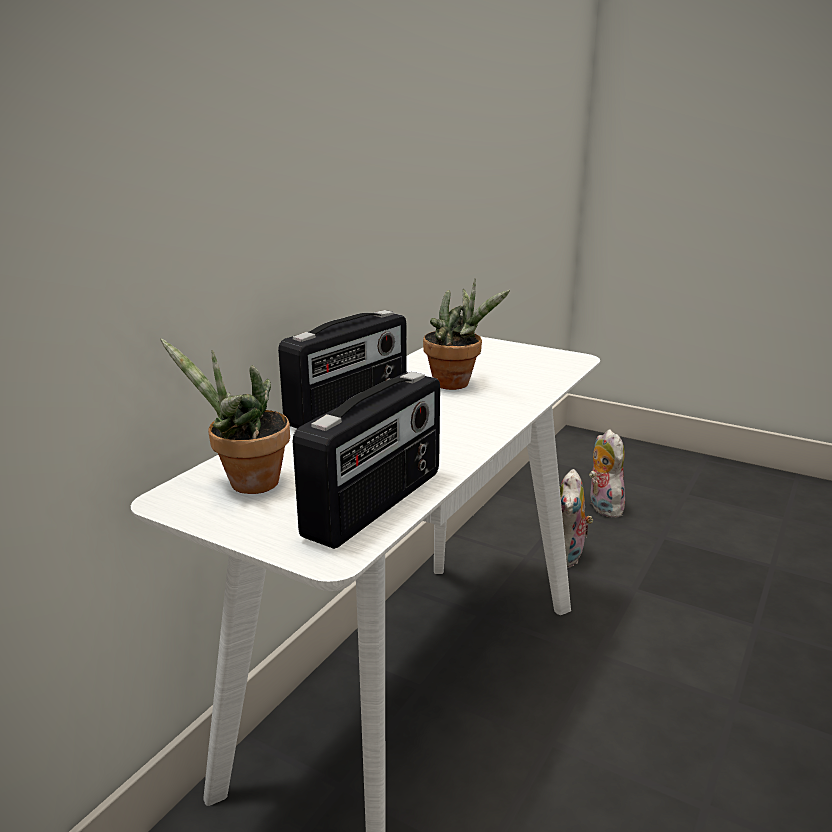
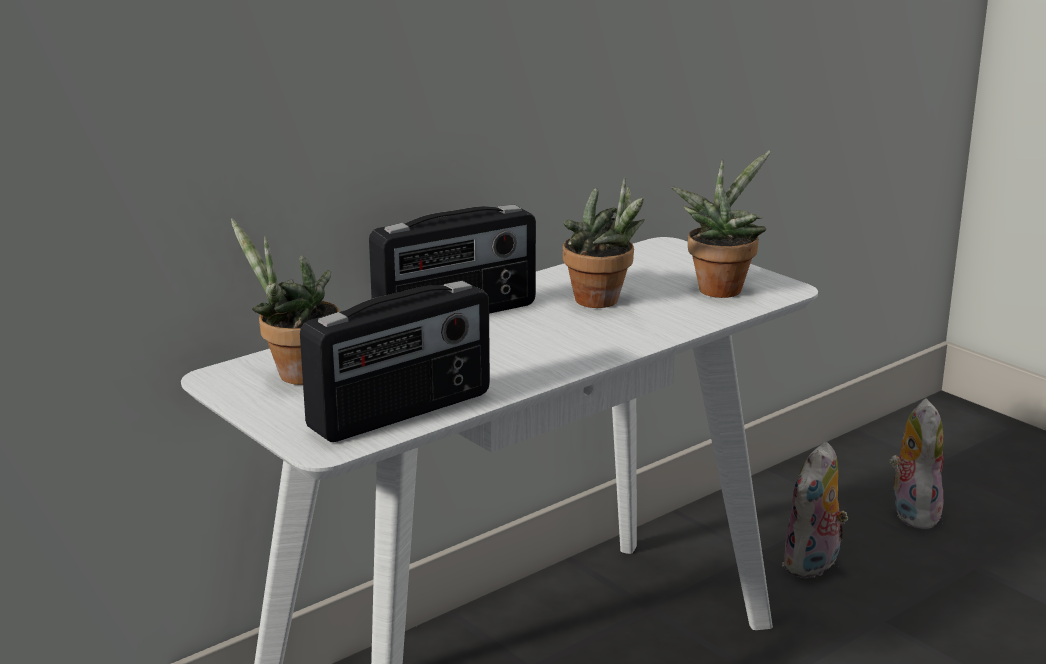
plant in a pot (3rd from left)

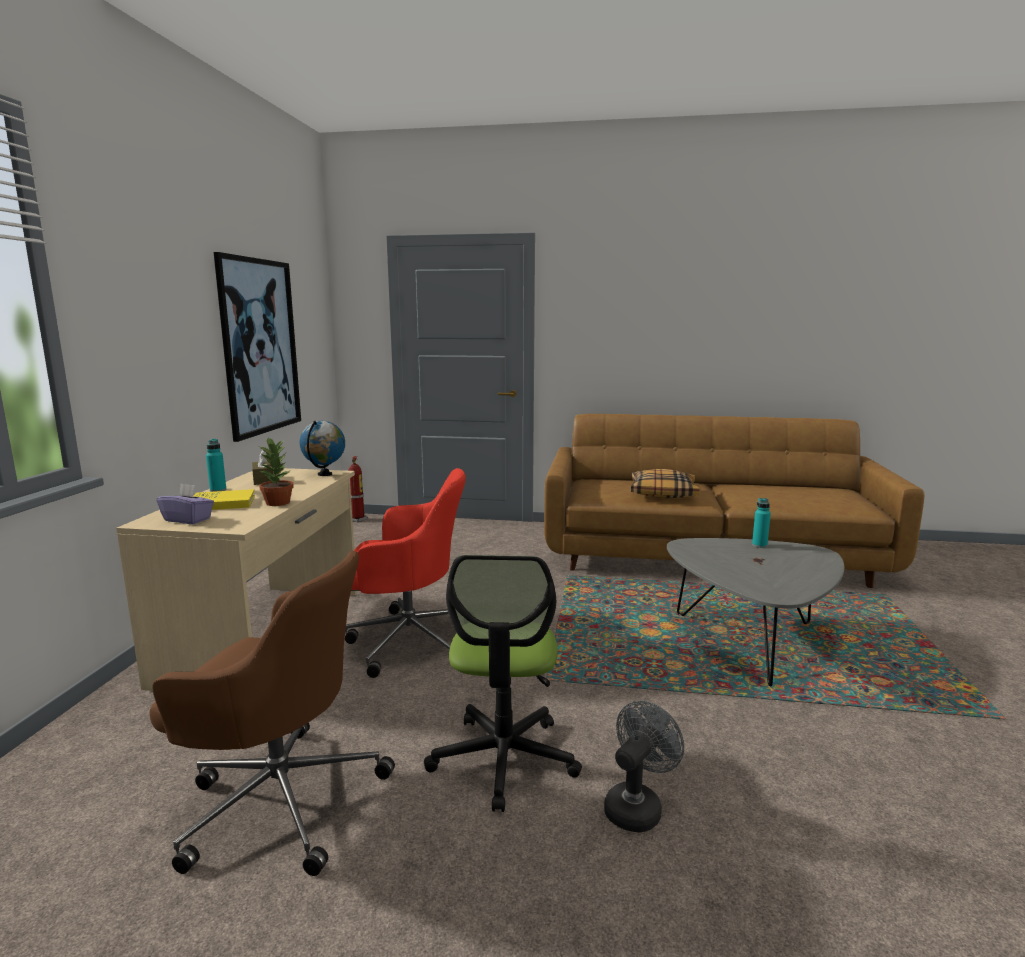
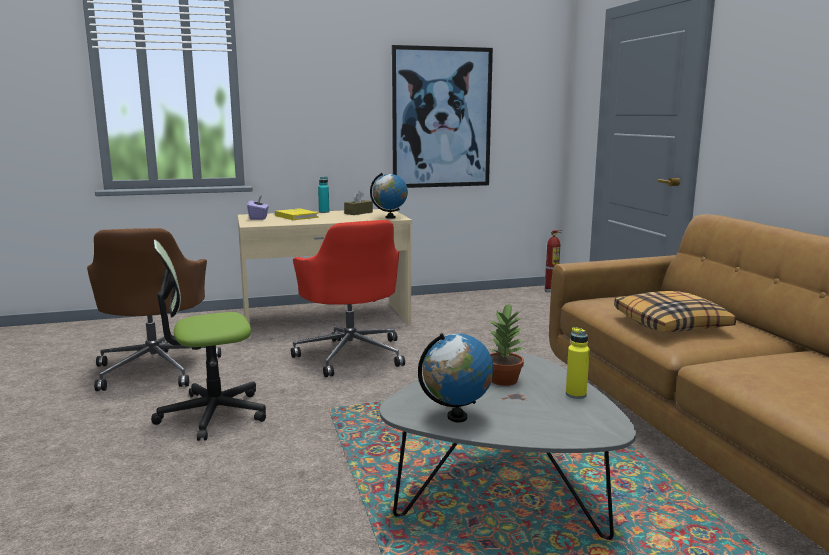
plant in a pot
drink bottle (yellow)
cooling fan (grey)
globe (2nd from left)

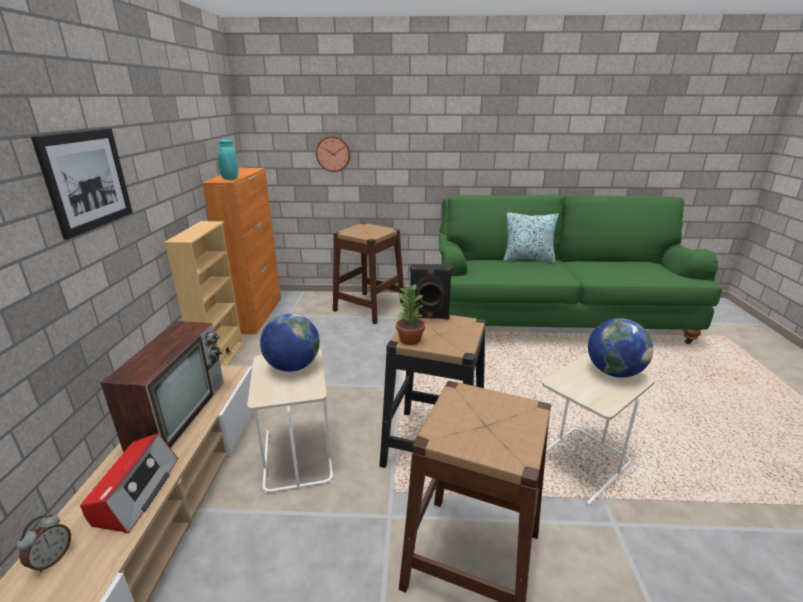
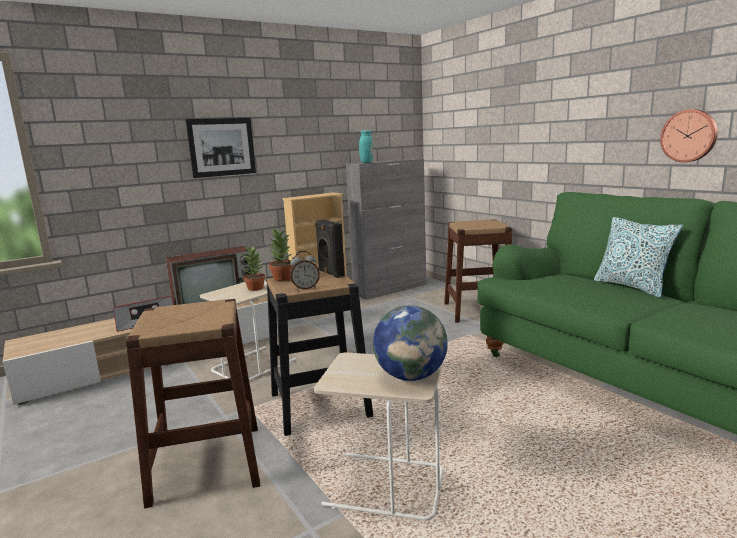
wall clock
cabinet (grey)
plant in a pot (1st from left)
bedside clock

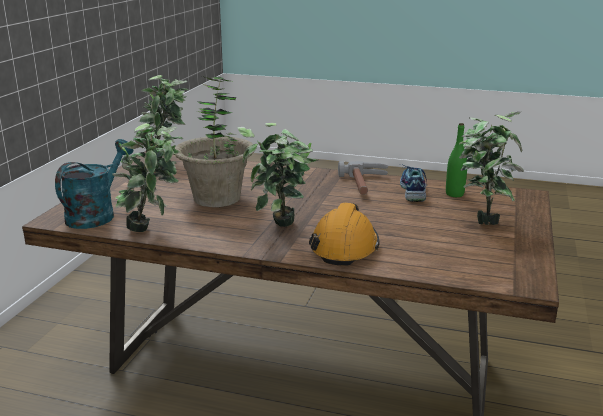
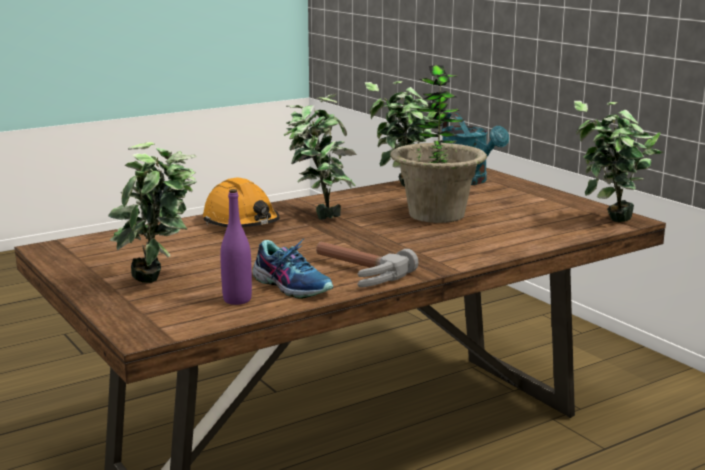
drink bottle (purplish)

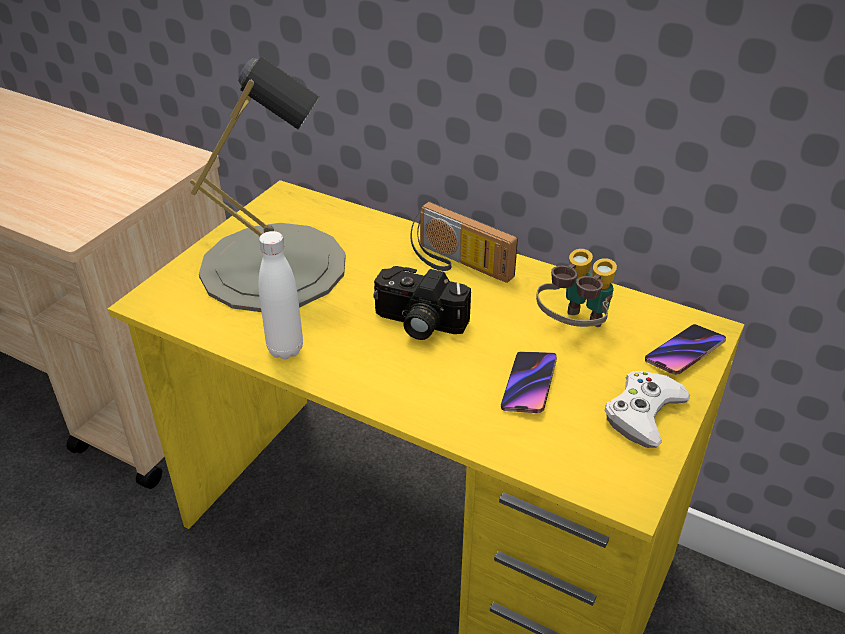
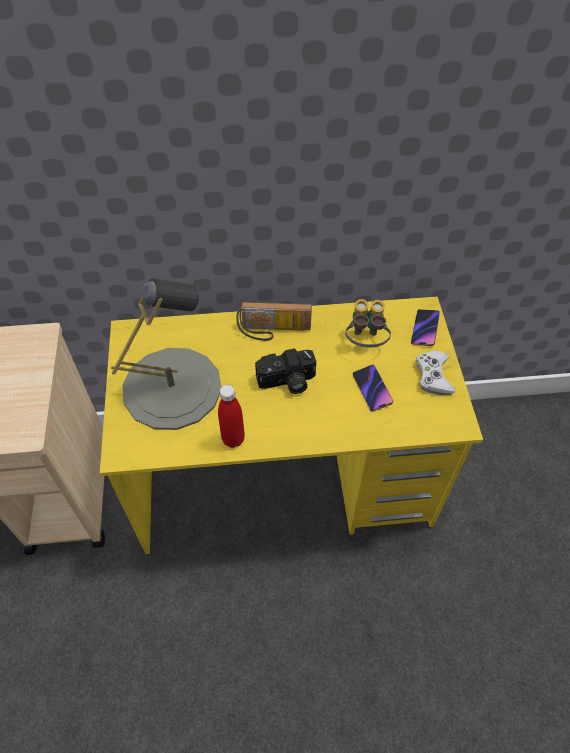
drink bottle (red)

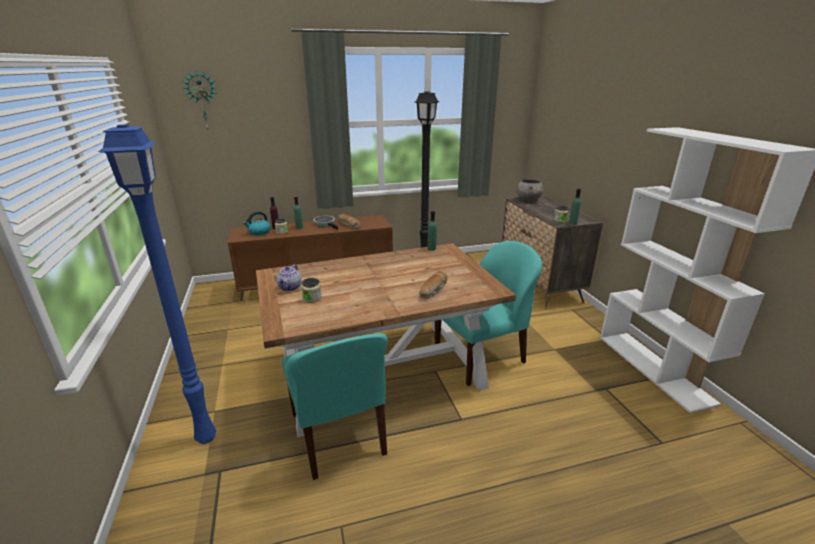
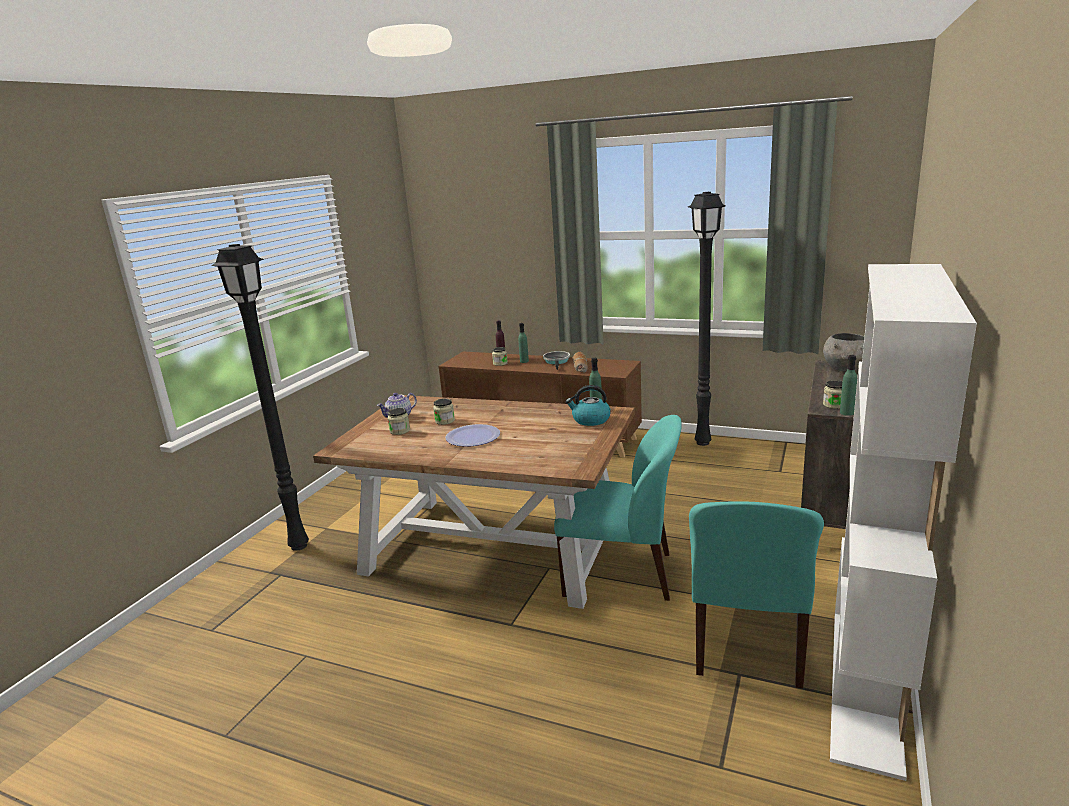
wall clock
standing lamp (black-coloured) (1st from left)
kettle
bread (2nd from left in the first image)
upright chair (turquoise-coloured) (2nd from left)
preserve jar (2nd from left)
dinner plate

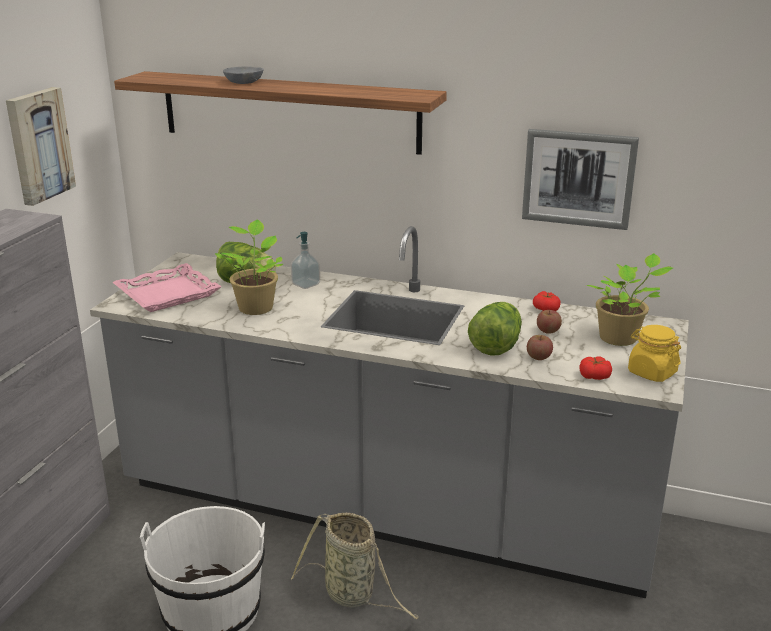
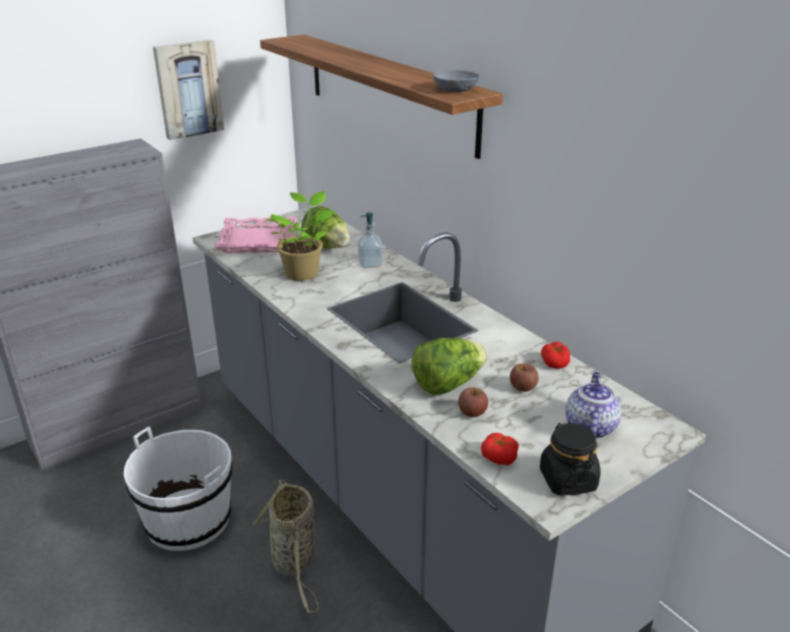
serving bowl (grey)
wall art (2nd from left in the first image)
tea pot
preserve jar (black-coloured)

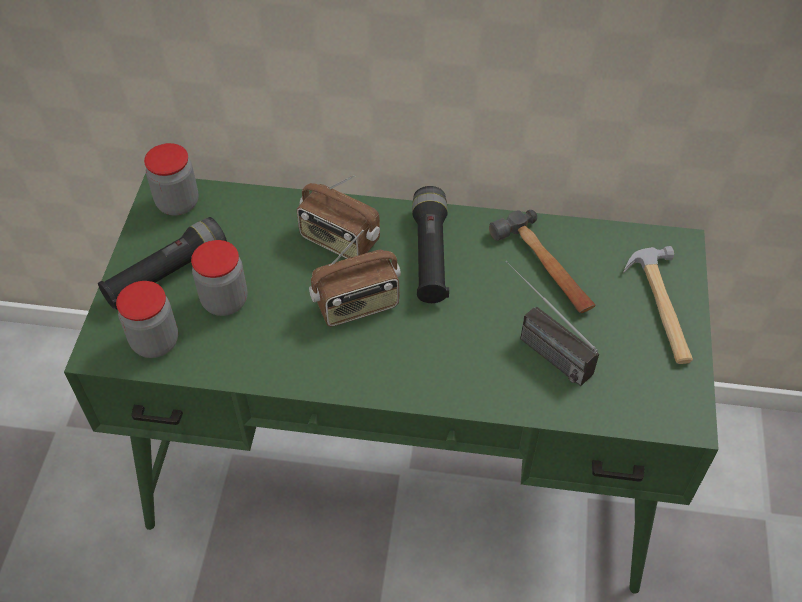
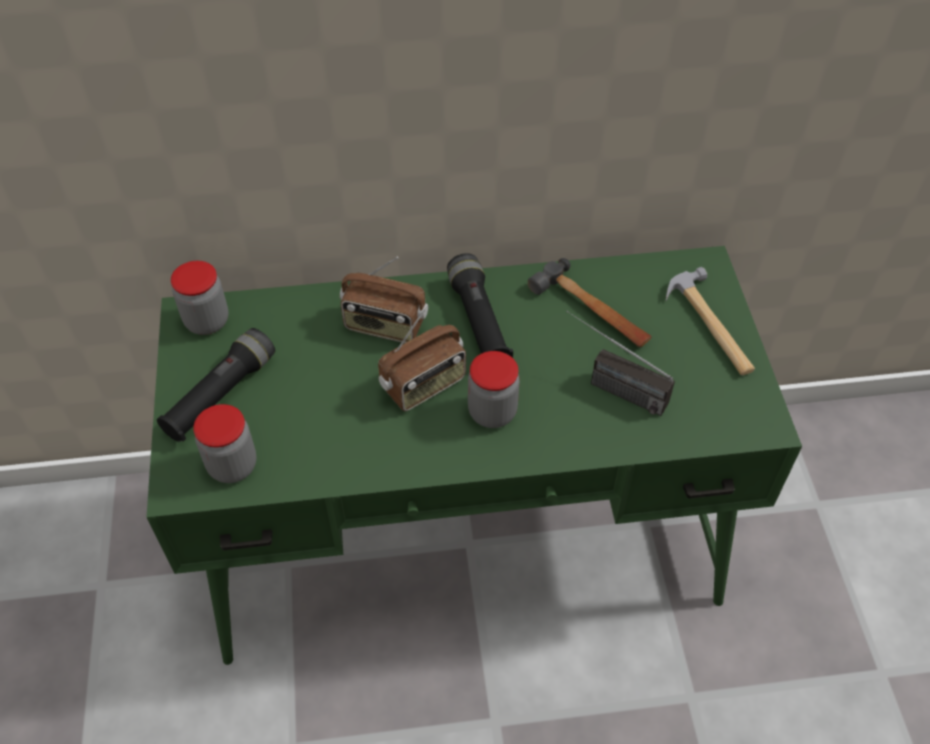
preserve jar (3rd from left)

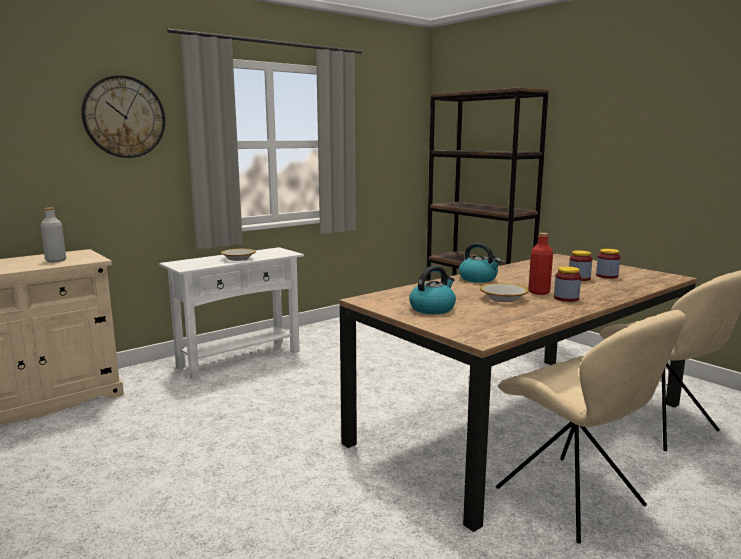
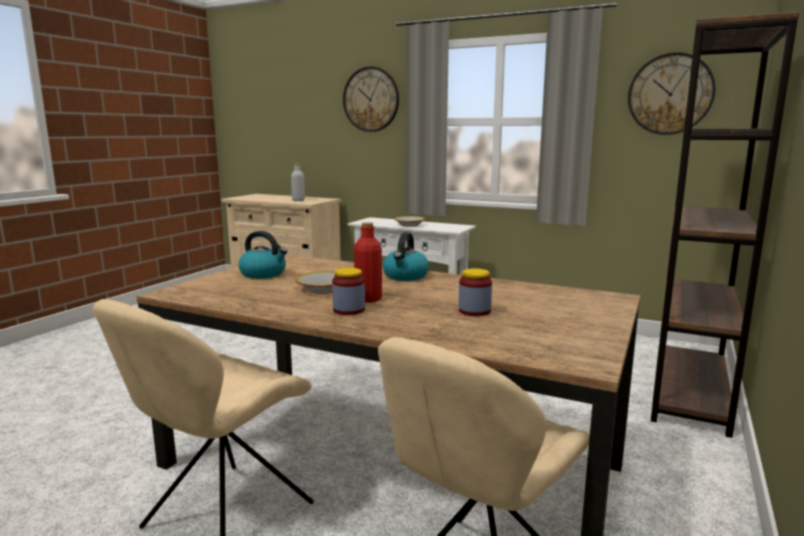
preserve jar (3rd from left in the first image)
wall clock (2nd from left)

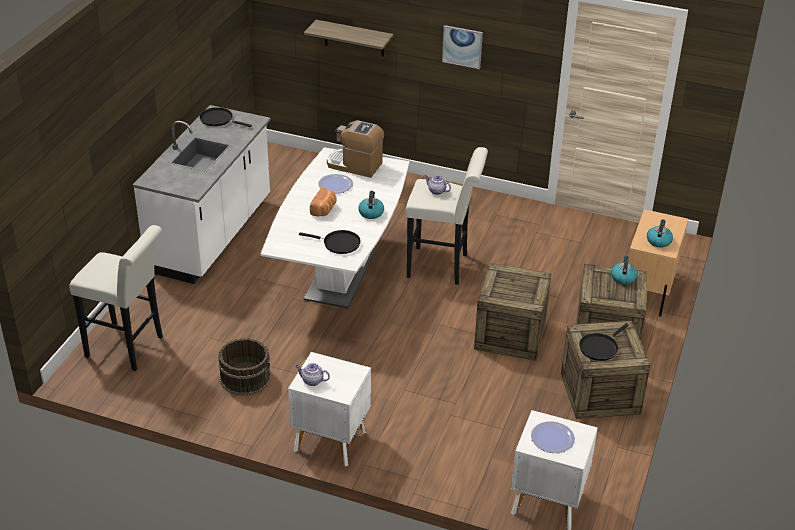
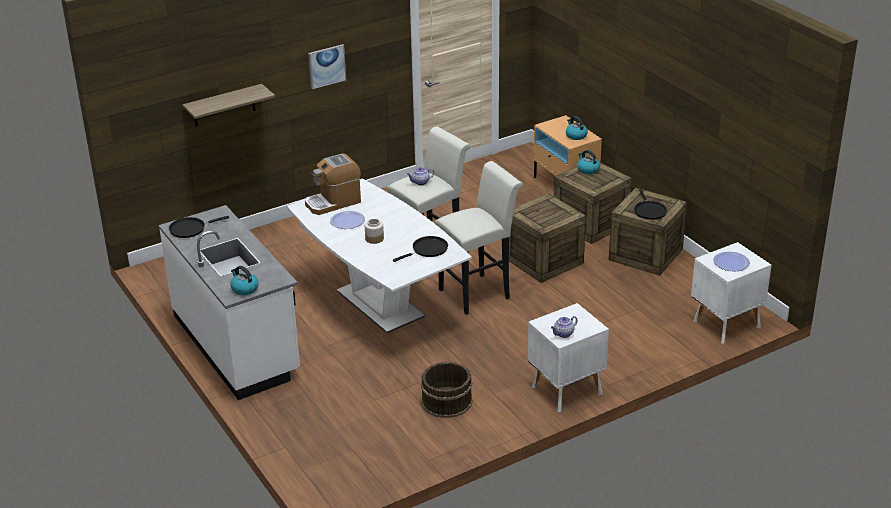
preserve jar
kettle (1st from left)
stool (white) (2nd from left)

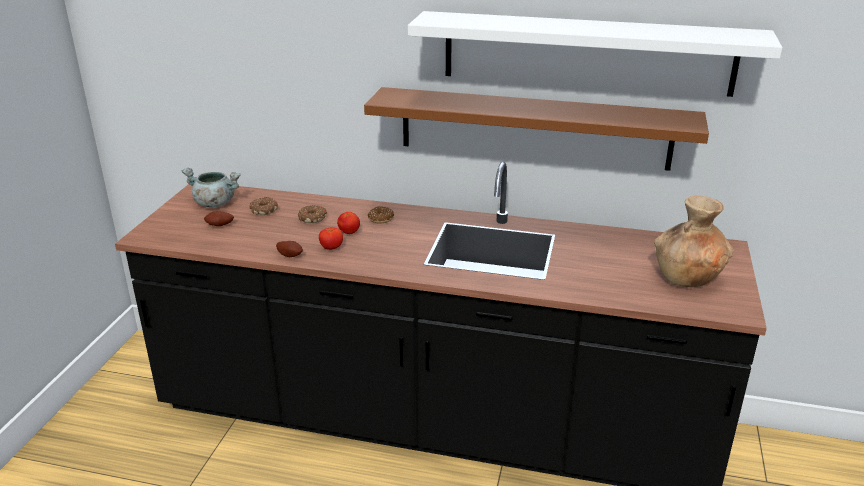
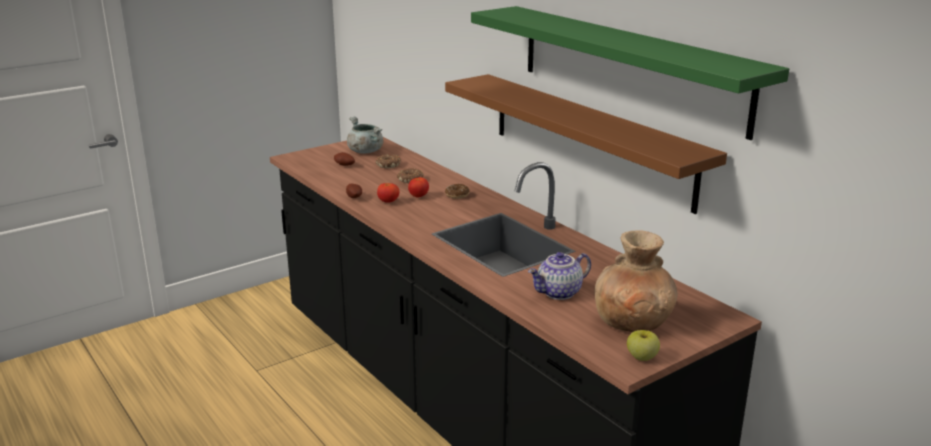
wall shelf (greenish)
tea pot
apple fruit

